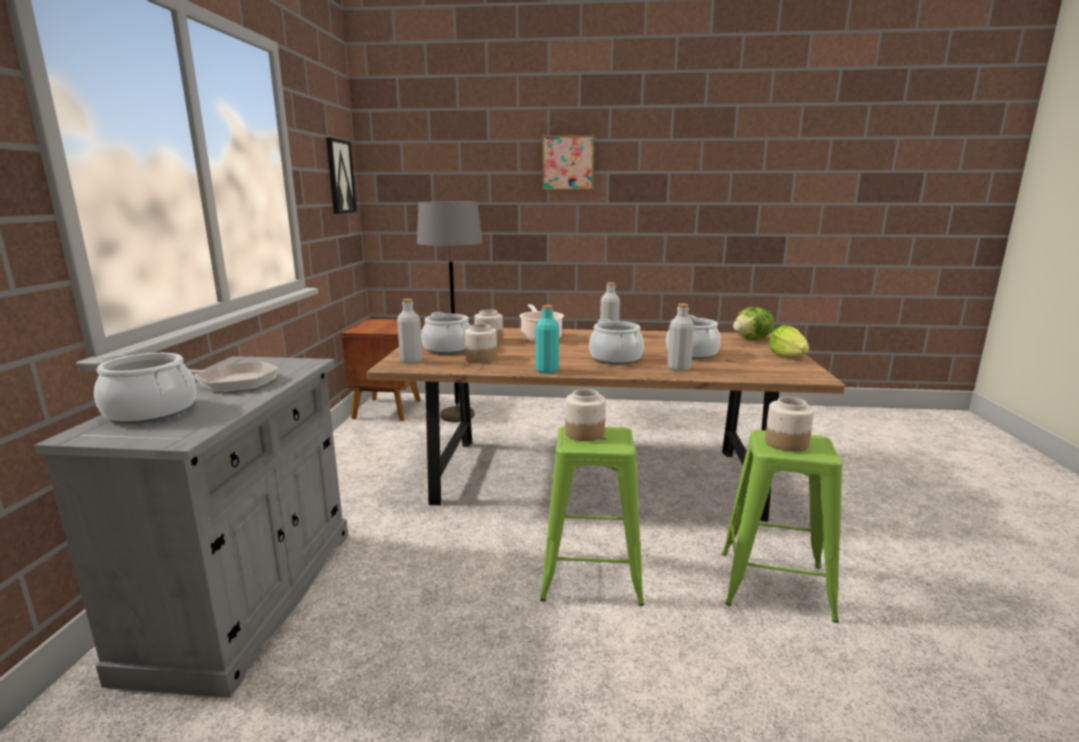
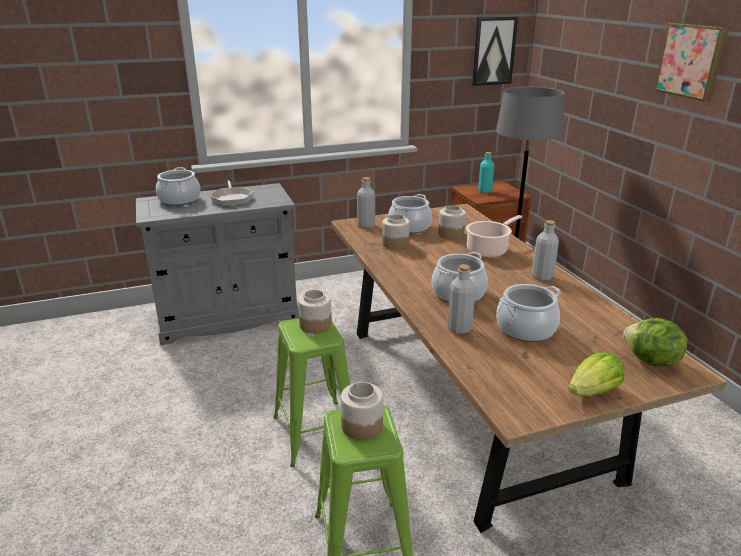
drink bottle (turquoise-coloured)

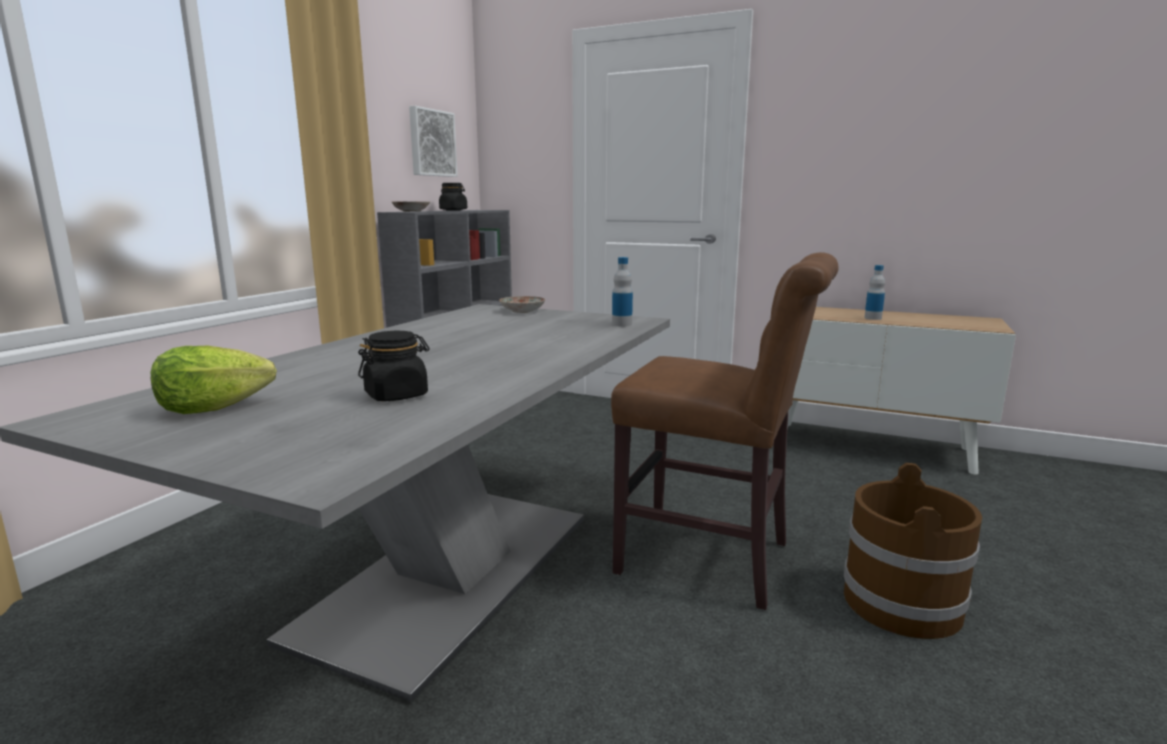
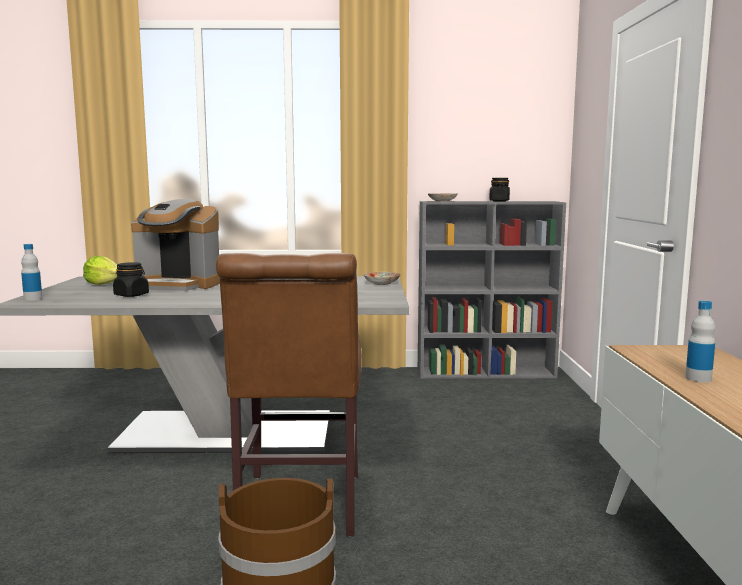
wall art
drink bottle (1st from left)
coffee brewer

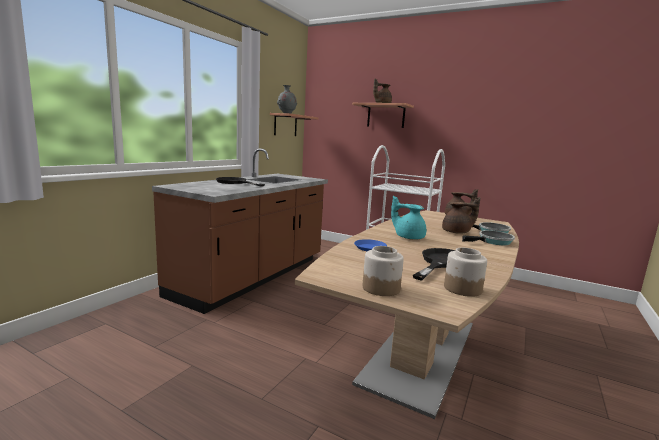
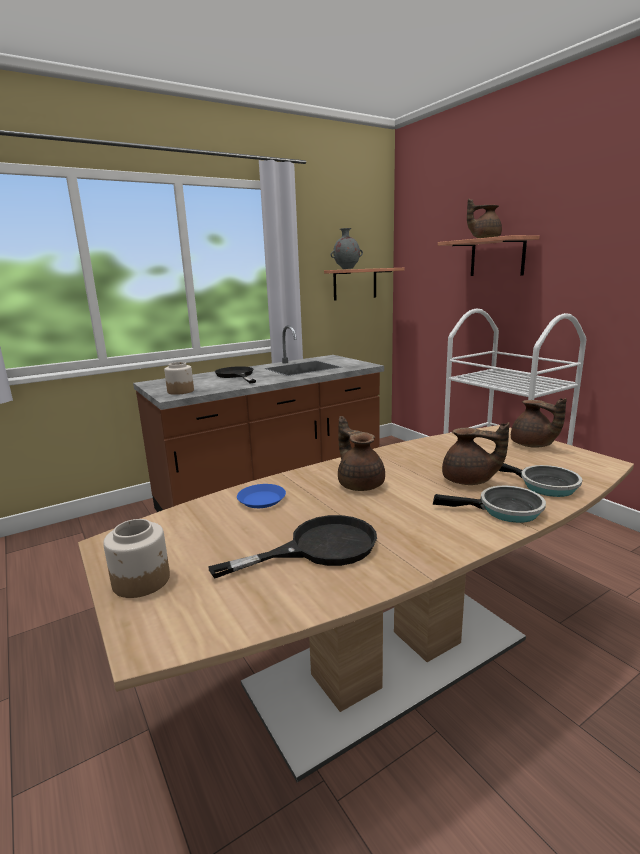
tea pot (brownish) (1st from left)
preserve jar (2nd from left)

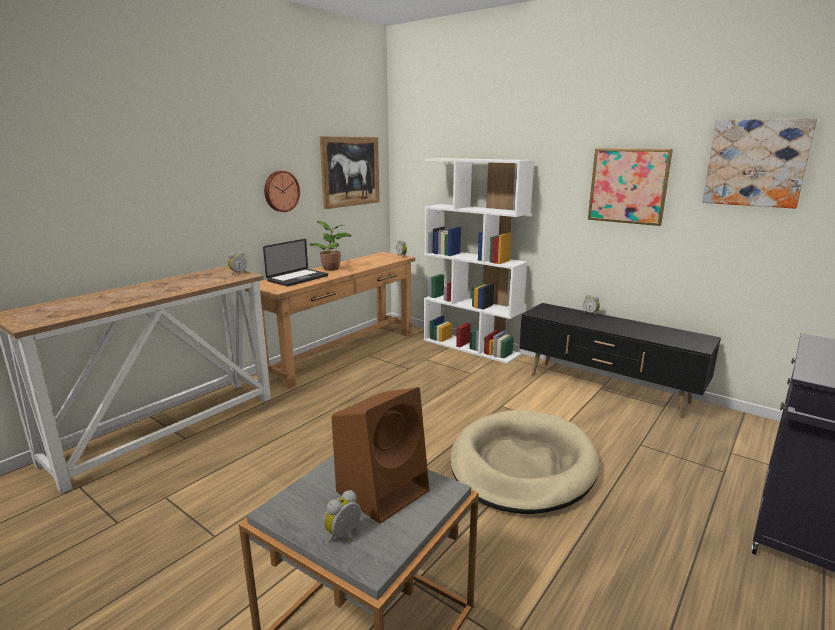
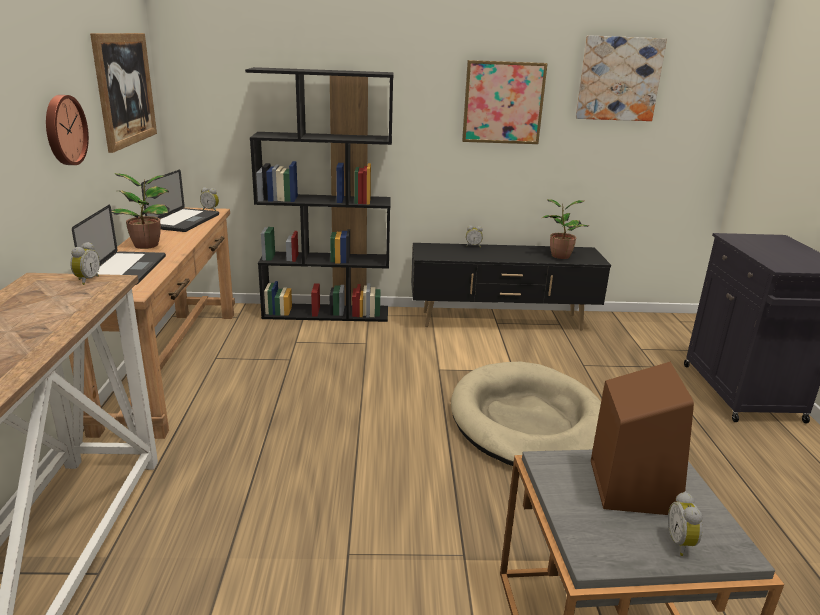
bookshelf (black-coloured)
laptop (2nd from left)
plant in a pot (2nd from left)

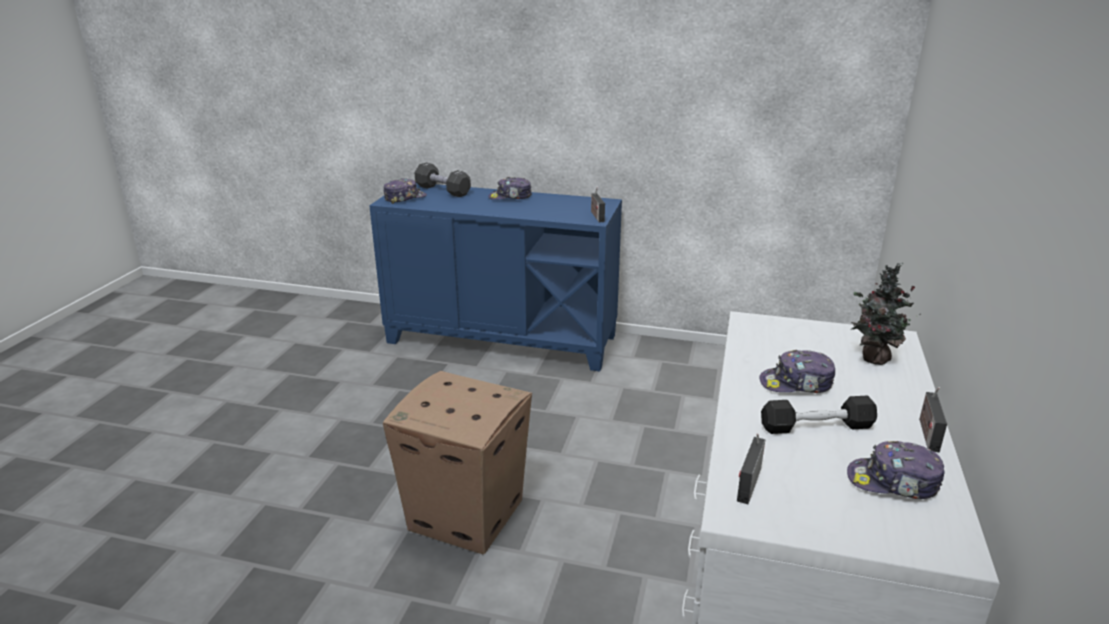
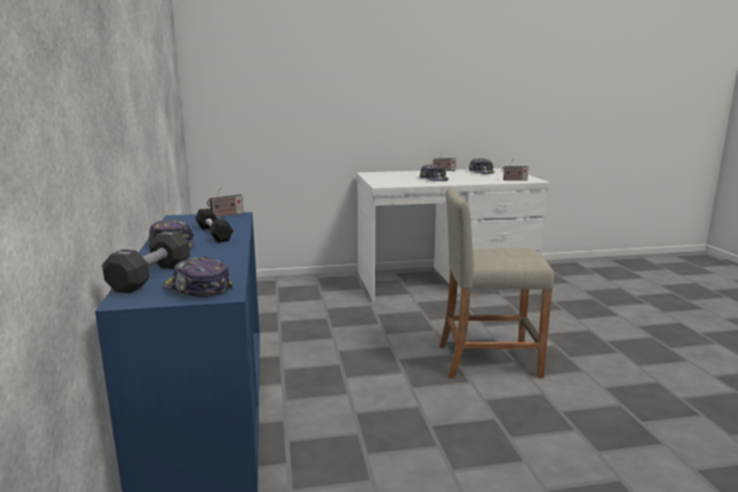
plant in a pot
stool (beige)
hand weight (black-coloured) (2nd from left)

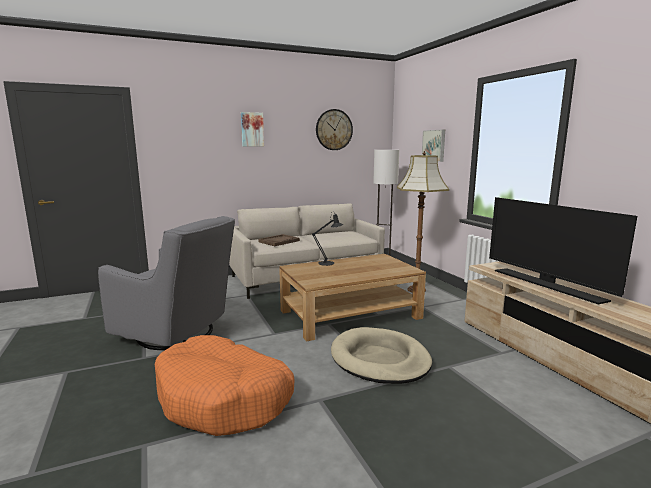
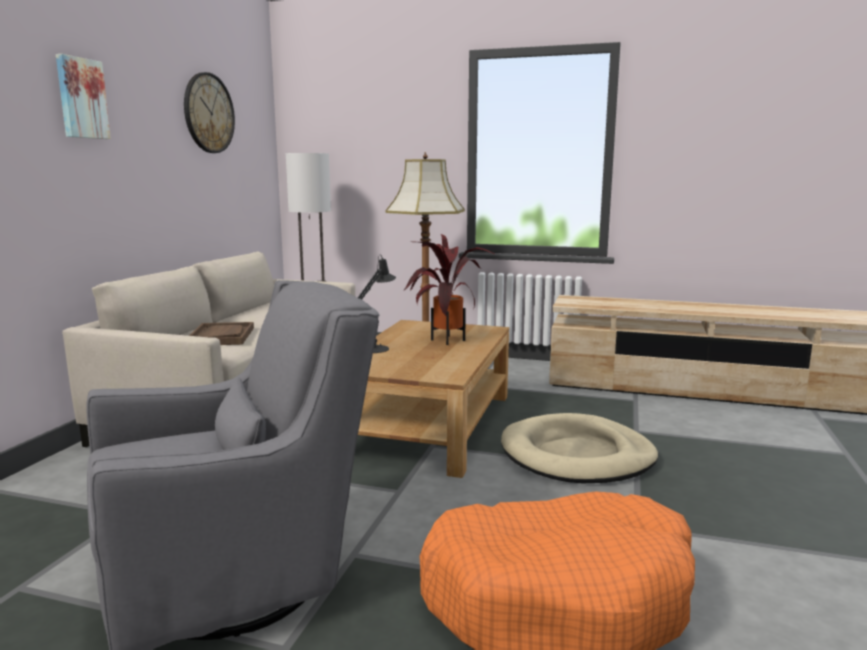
wall art (2nd from left in the first image)
TV
plant in a pot

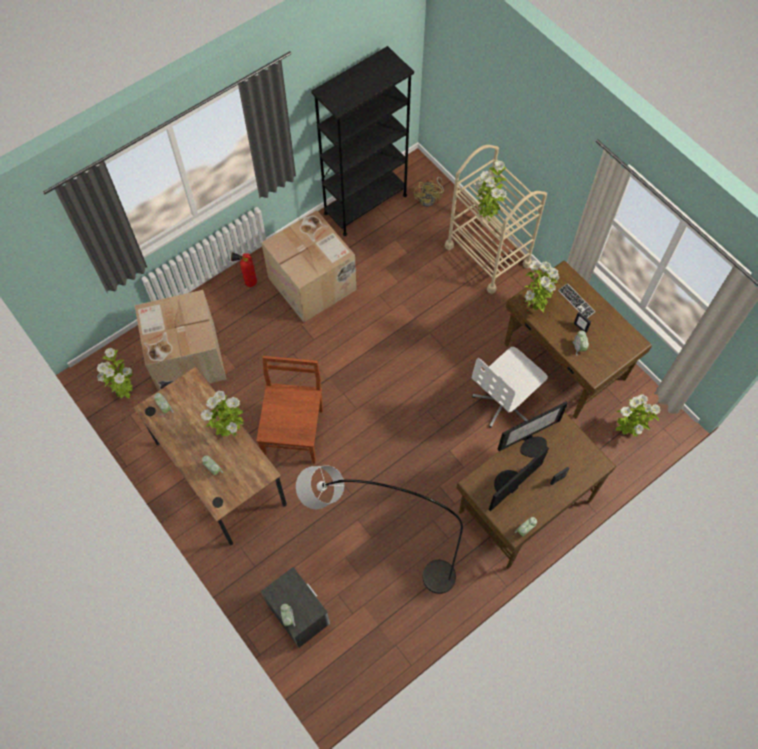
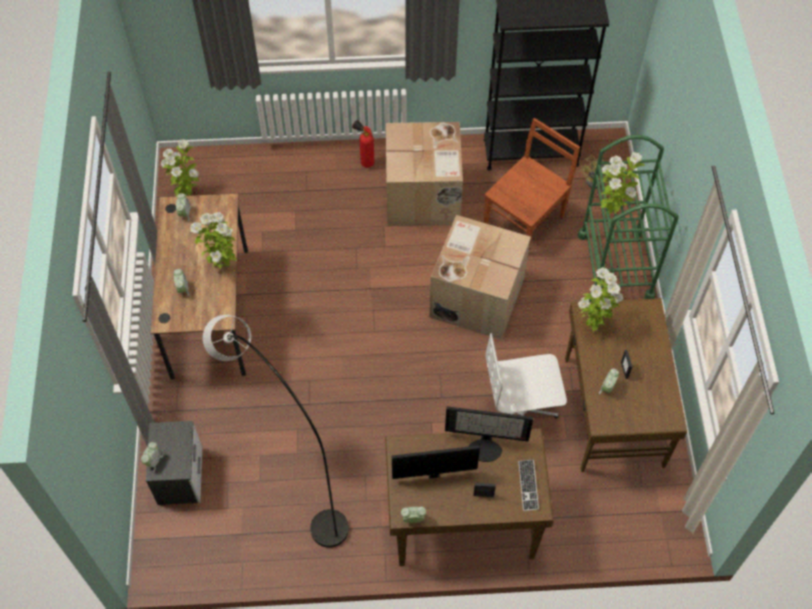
cart (greenish)
PC keyboard
packing box (2nd from left)
upright chair (brownish)
plant in a pot (5th from left in the first image)

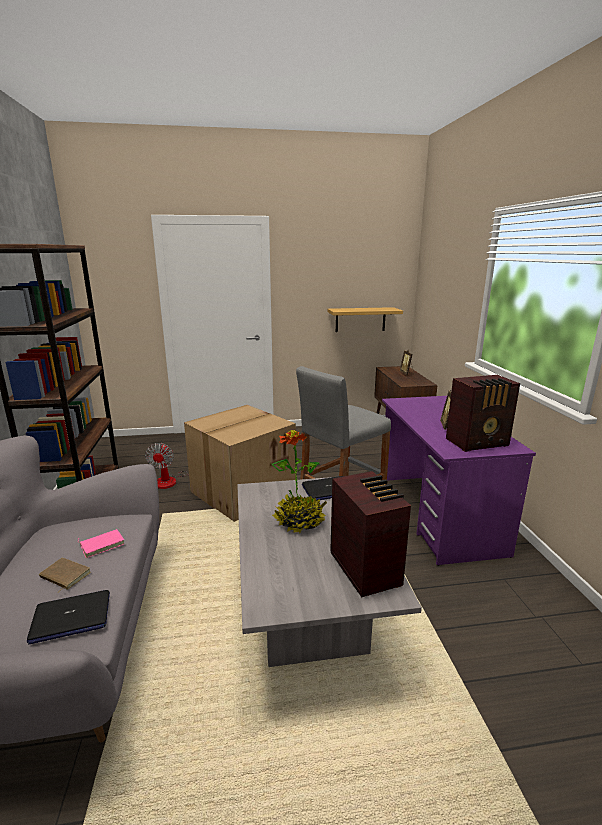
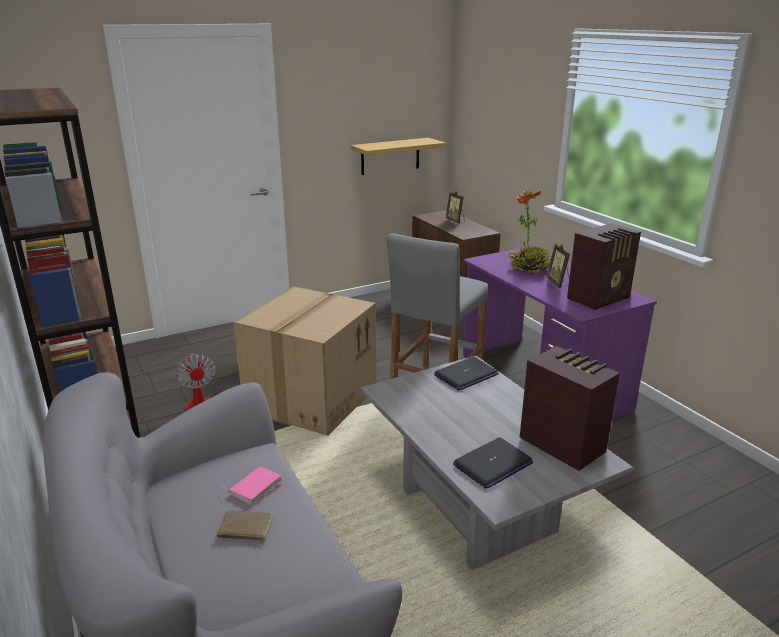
plant in a pot
laptop (2nd from left)

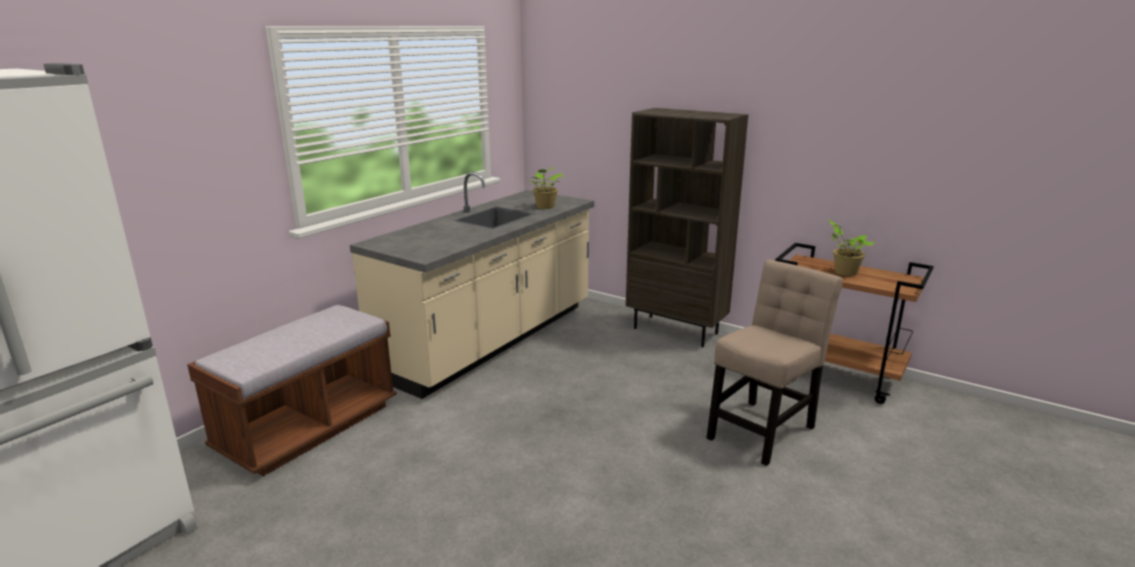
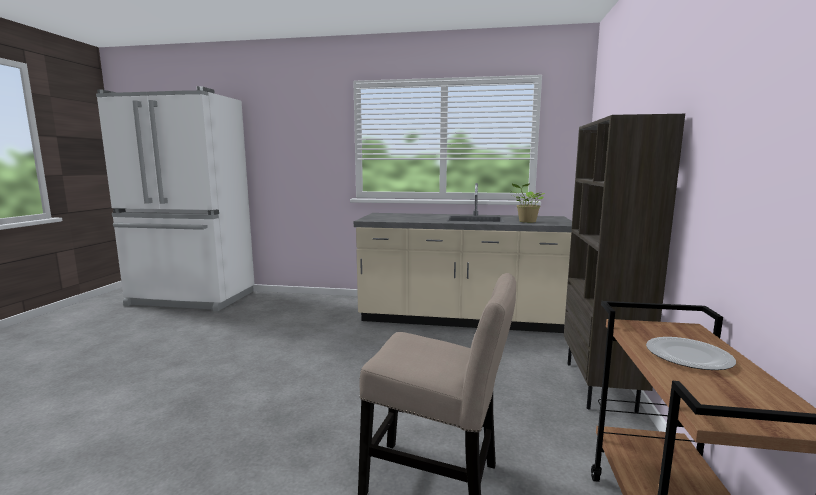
dinner plate
bench (brownish)

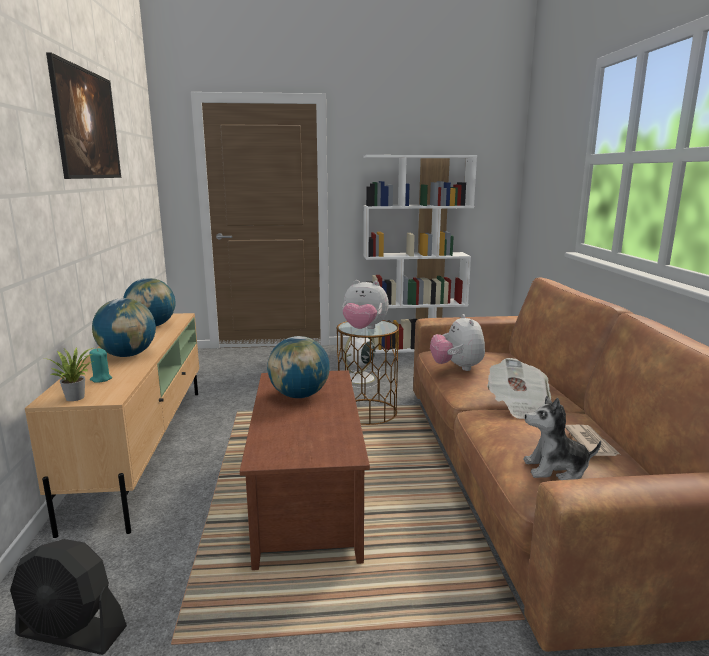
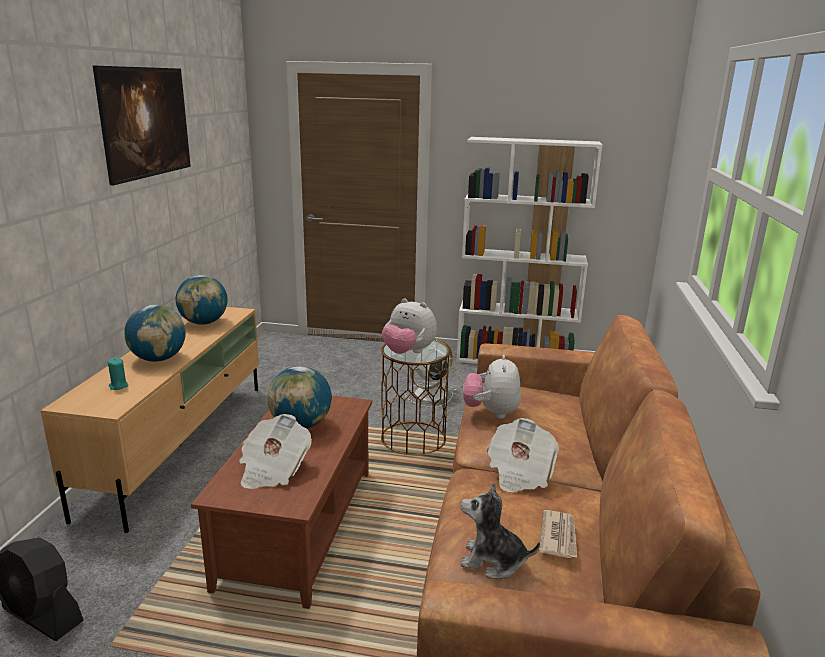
plant in a pot
newspaper (1st from left)

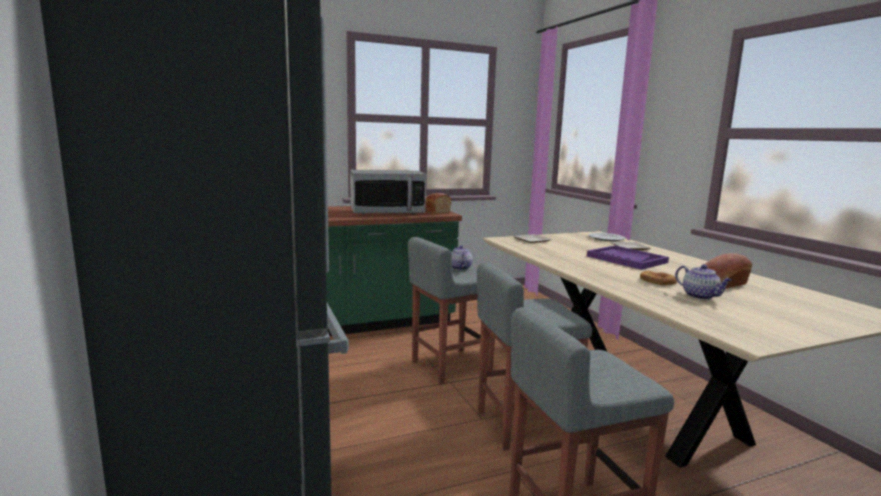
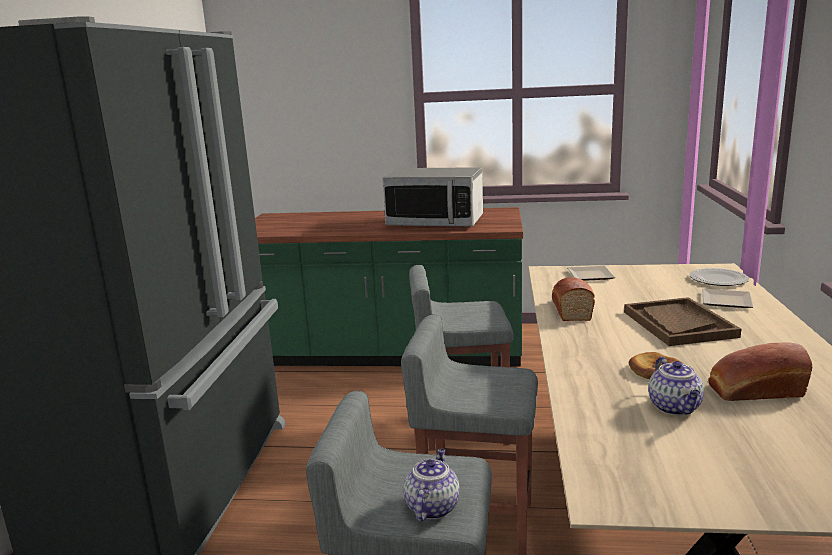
bread (1st from left)
tea pot (1st from left)
tray (brownish)

